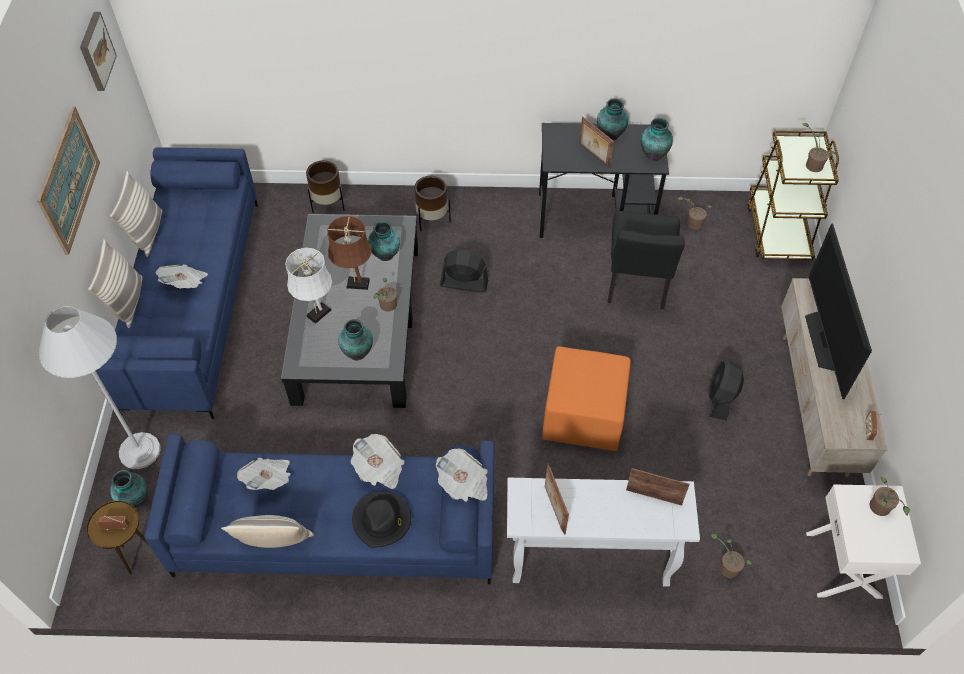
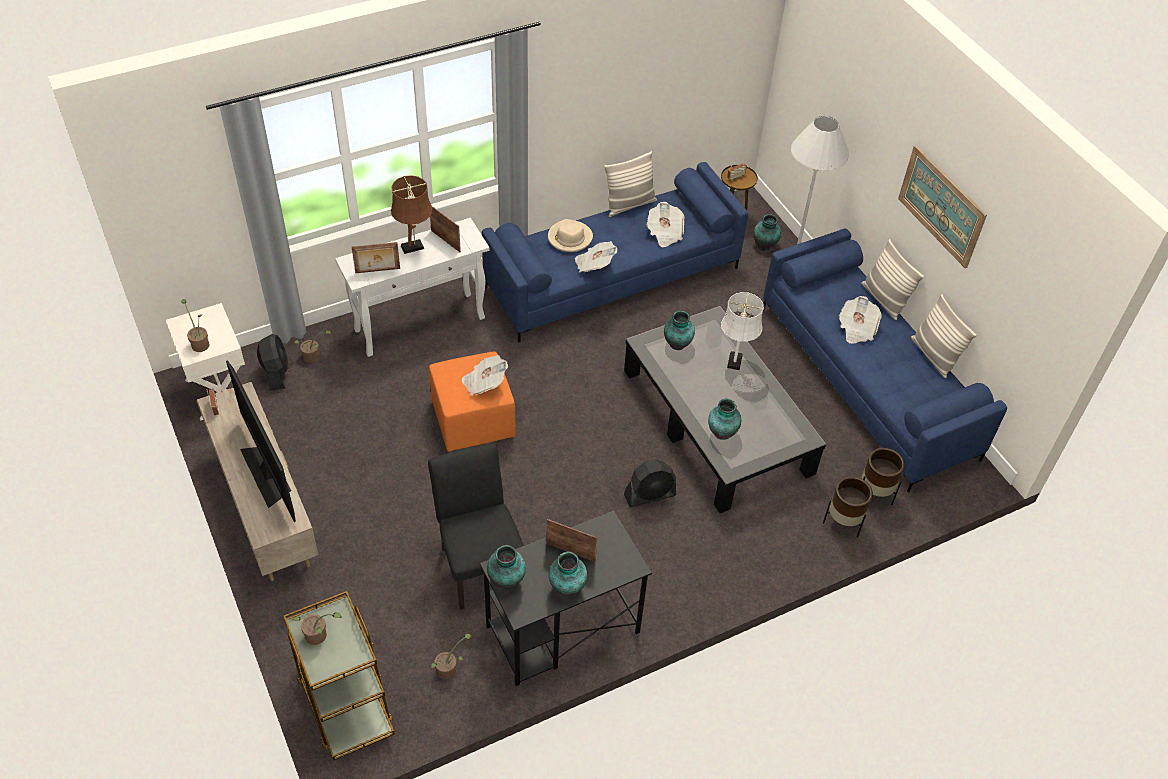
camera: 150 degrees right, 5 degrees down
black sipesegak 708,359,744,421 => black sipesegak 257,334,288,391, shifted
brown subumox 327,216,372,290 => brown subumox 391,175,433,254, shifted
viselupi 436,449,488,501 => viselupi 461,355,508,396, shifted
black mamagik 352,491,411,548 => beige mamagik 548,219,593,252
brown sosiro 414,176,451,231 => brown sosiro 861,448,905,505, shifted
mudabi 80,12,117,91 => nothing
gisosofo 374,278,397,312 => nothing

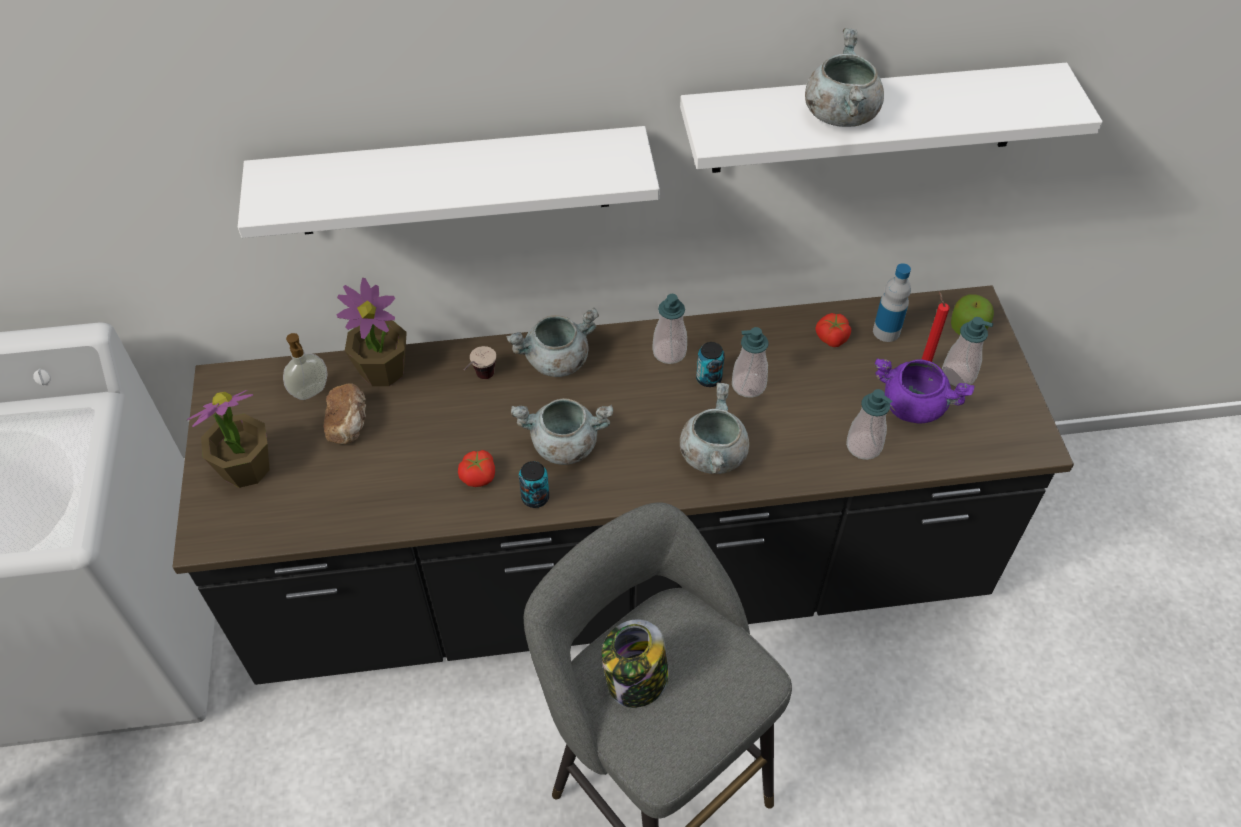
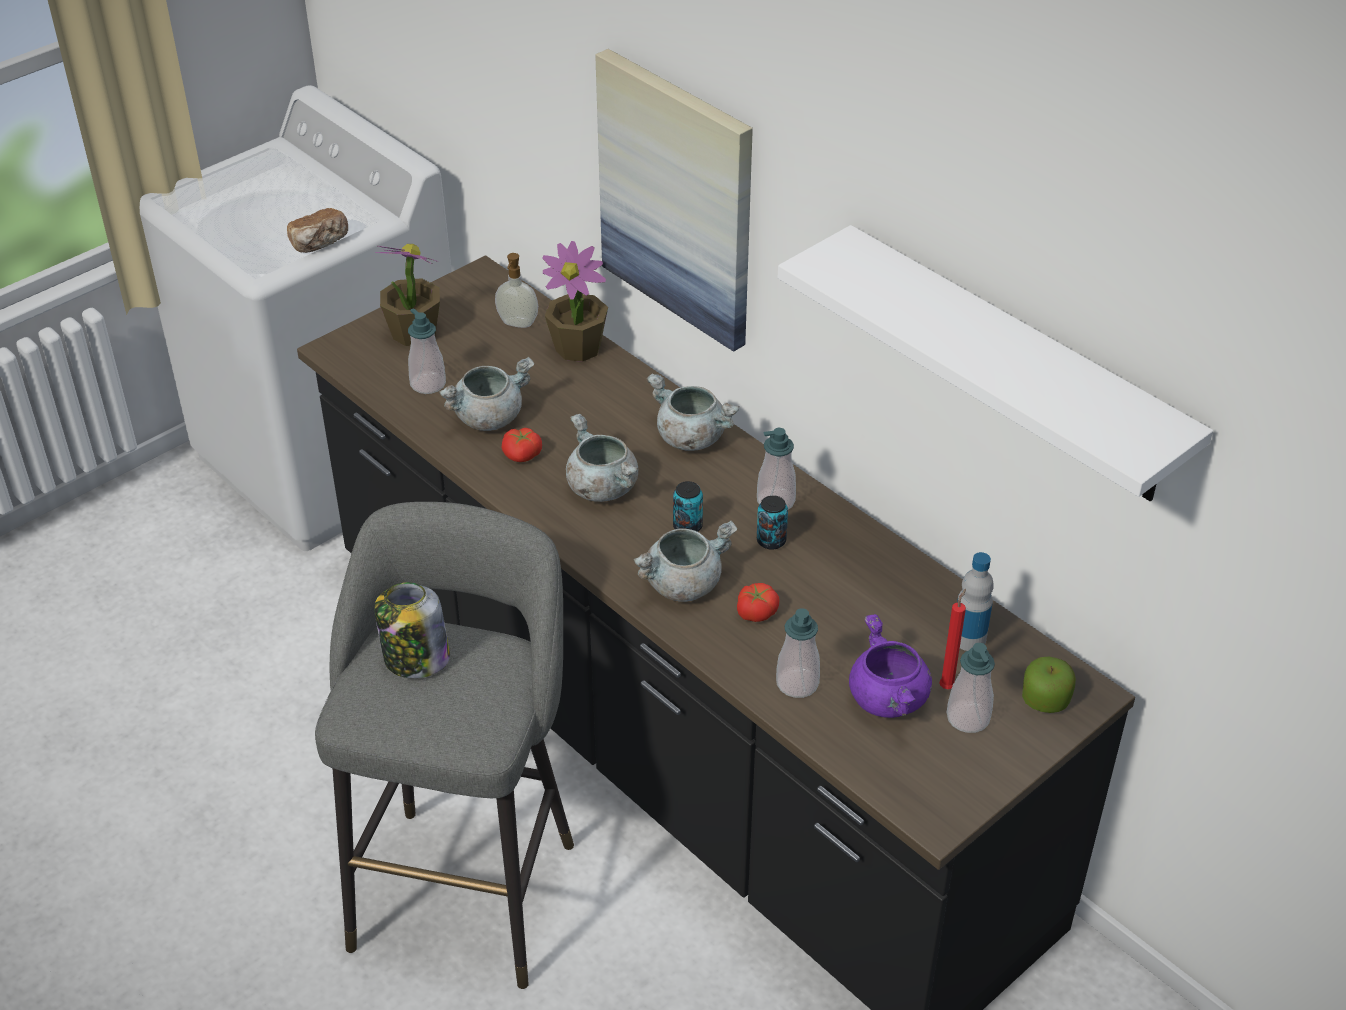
camera: 55 degrees right, 10 degrees down
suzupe 324,383,366,444 => suzupe 287,208,348,253, shifted
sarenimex 732,327,768,398 => sarenimex 408,308,446,394, shifted
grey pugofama 805,28,884,127 => grey pugofama 439,356,534,431, shifted
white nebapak 238,126,660,238 => mudabi 595,49,753,352
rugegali 519,461,549,508 => rugegali 673,481,703,532, shifted
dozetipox 816,313,851,347 => dozetipox 737,583,780,622, shifted
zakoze 464,346,496,379 => nothing

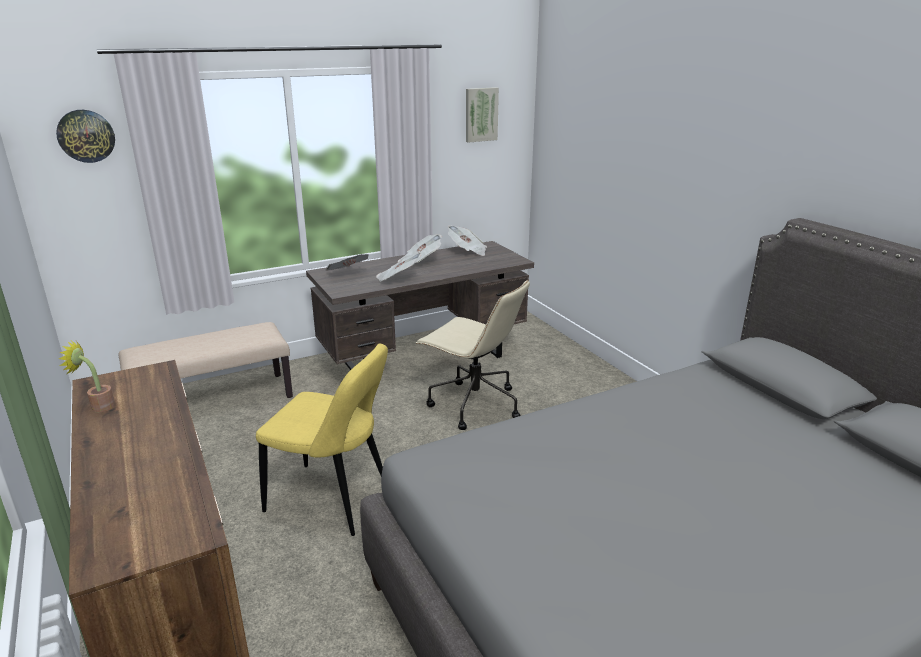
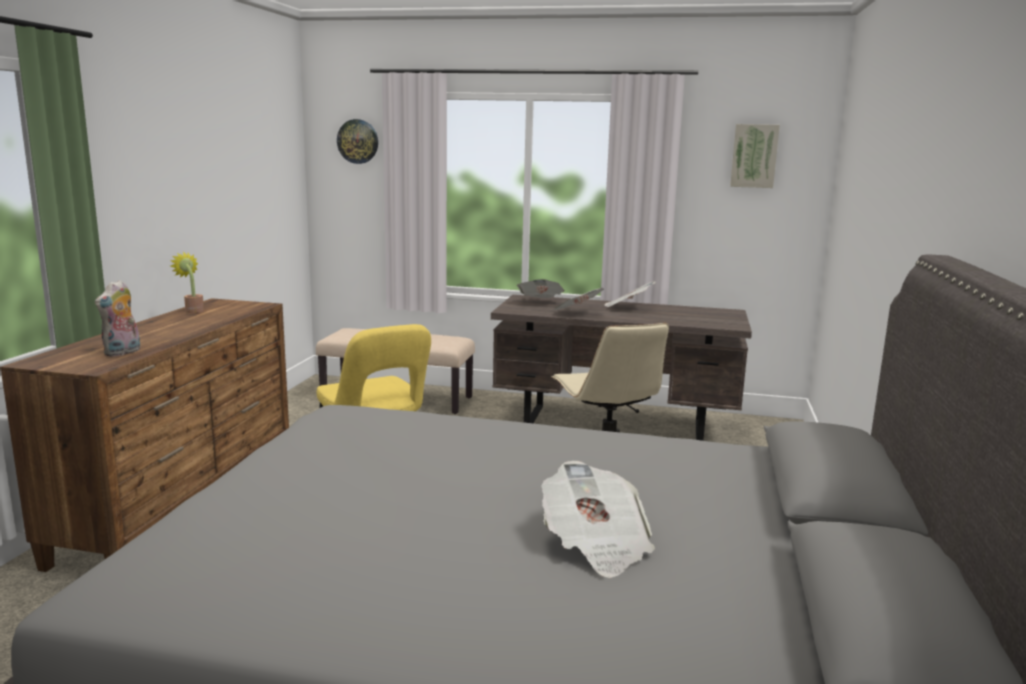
camera: 40 degrees right, 10 degrees down
nothing => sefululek 95,280,140,357
viselupi 448,225,487,256 => viselupi 541,461,655,578, shifted

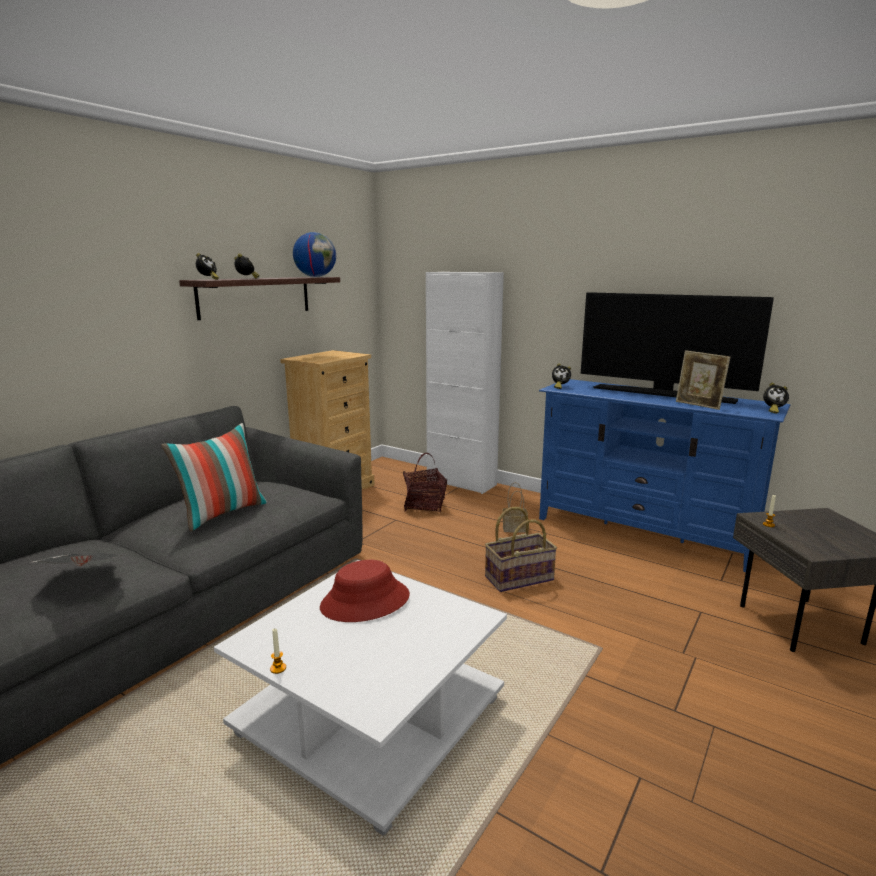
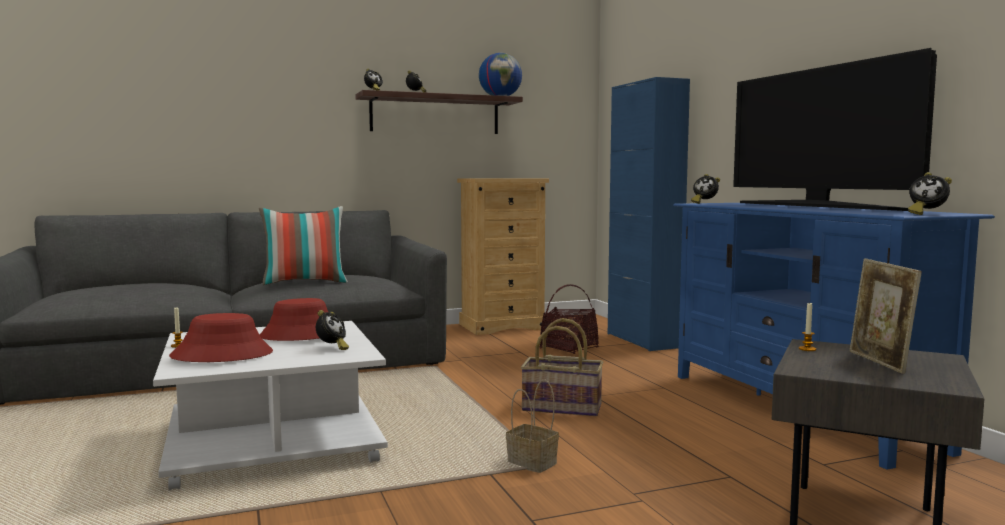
camera: 35 degrees right, 10 degrees down
nothing => red mamagik 169,313,273,362
nothing => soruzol 316,310,349,350
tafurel 502,482,528,533 => tafurel 506,380,559,473, shifted
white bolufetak 426,272,504,494 => blue bolufetak 608,77,690,351
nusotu 676,350,730,410 => nusotu 849,259,922,374, shifted
viselupi 33,553,123,566 => nothing

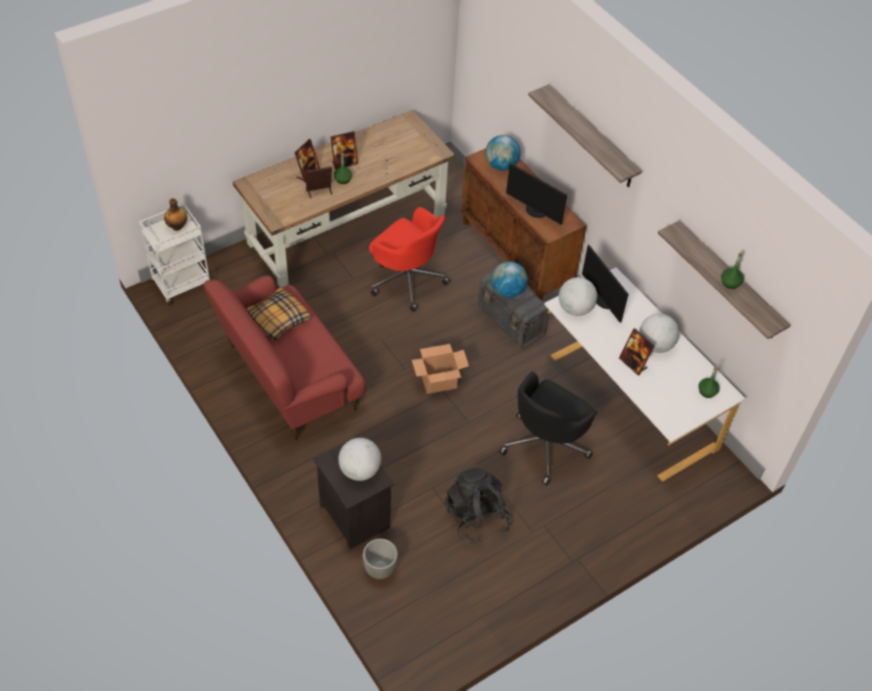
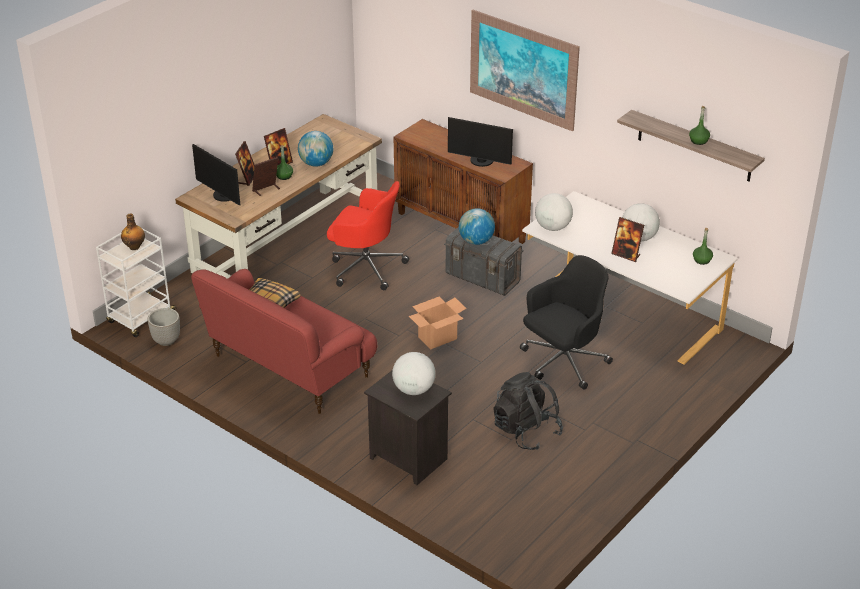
camera: 15 degrees left, 15 degrees down
sosiro 363,539,398,579 => sosiro 148,308,180,346, shifted
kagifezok 582,244,629,322 => kagifezok 192,144,240,205, shifted
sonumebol 485,135,521,171 => sonumebol 298,131,333,167, shifted
nebapak 528,84,642,187 => mudabi 470,10,580,131
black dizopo 499,372,598,486 => black dizopo 520,255,613,390, 150 degrees counterclockwise

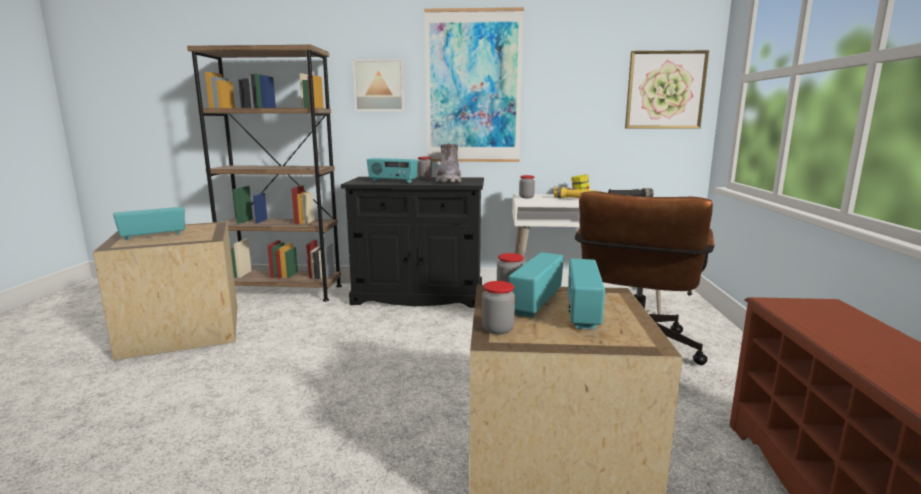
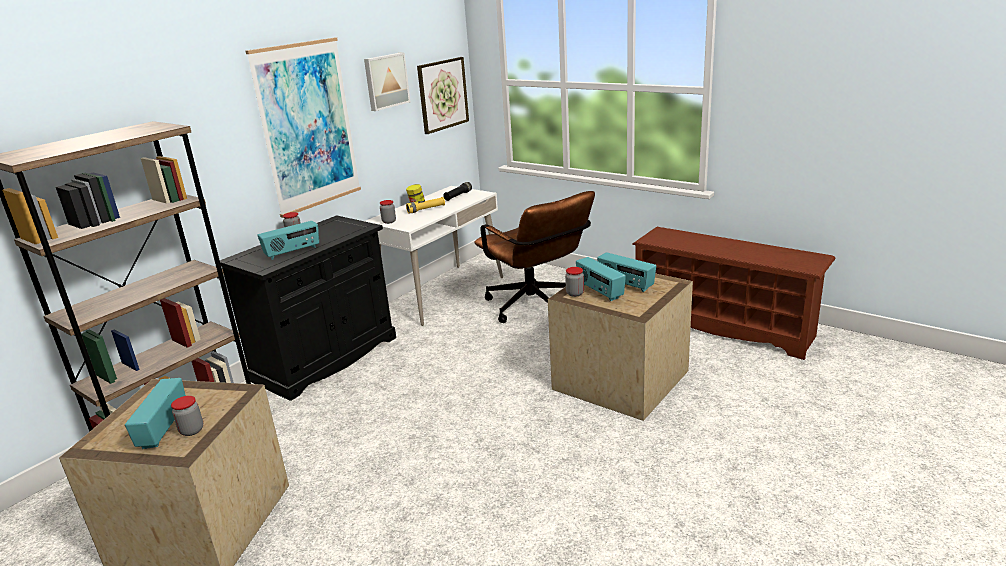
camera: 55 degrees left, 10 degrees up
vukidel 482,281,515,334 => vukidel 171,396,203,436, shifted
mudabi 353,59,405,111 => mudabi 364,53,410,111, shifted
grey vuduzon 436,143,461,182 => nothing

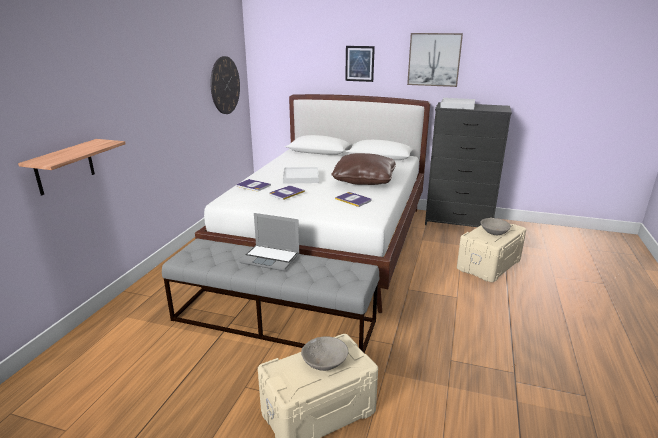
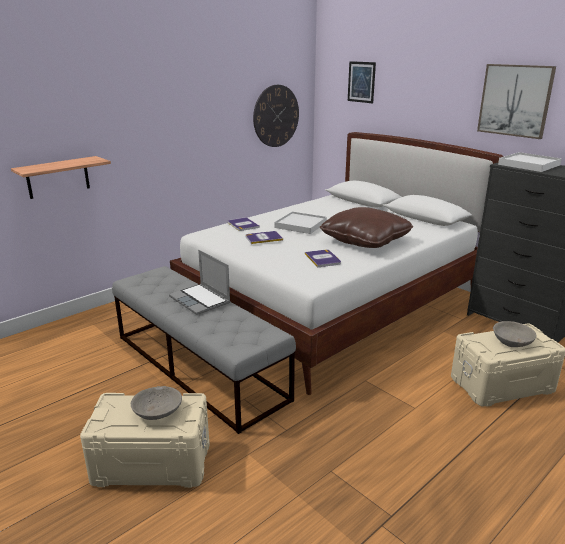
camera: 30 degrees right, 0 degrees up
mudabi 345,46,375,82 => mudabi 348,61,376,103, shifted

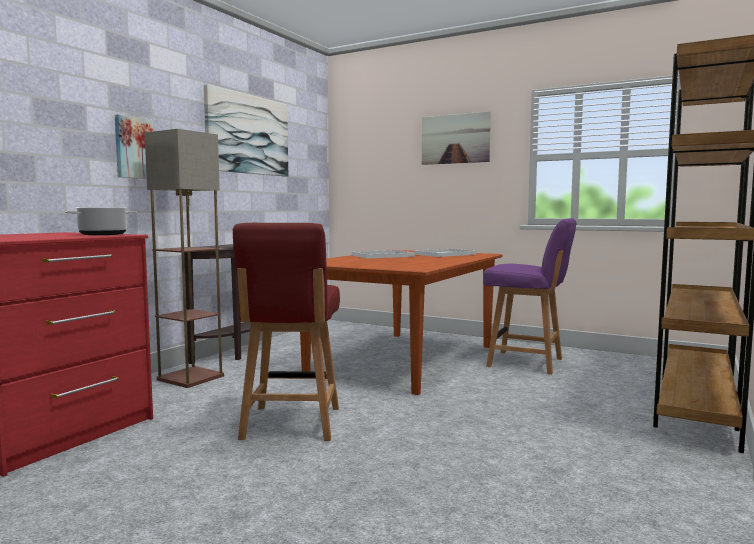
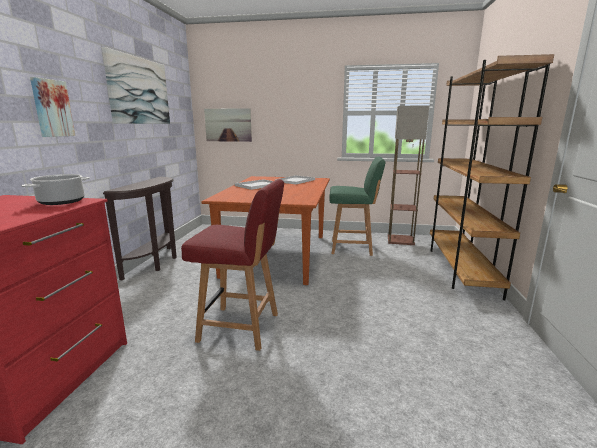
camera: 20 degrees left, 10 degrees up
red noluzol 233,223,340,441 => red noluzol 181,179,284,351, 60 degrees counterclockwise
mudabi 422,111,491,165 => mudabi 204,108,252,142, shifted
purple noluzol 483,218,577,375 => green noluzol 329,156,385,256
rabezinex 145,129,224,388 => rabezinex 388,105,429,245, shifted

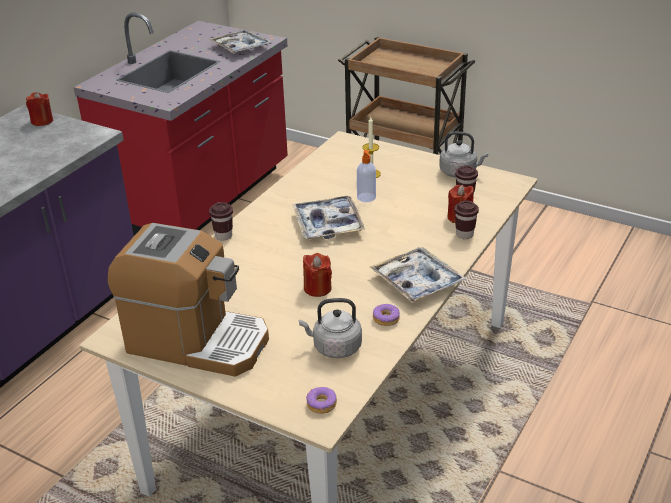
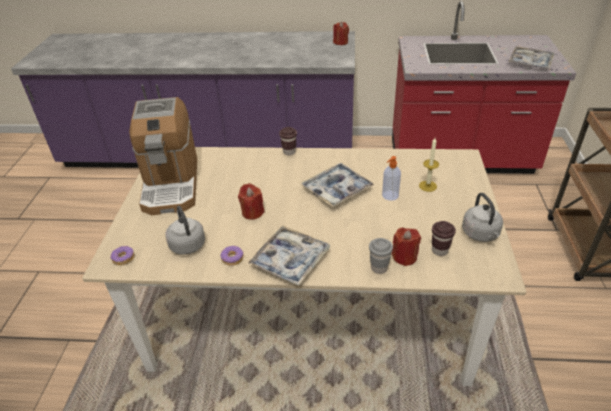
camera: 65 degrees right, 5 degrees up
brown zakoze 454,200,479,239 => grey zakoze 369,238,393,274

